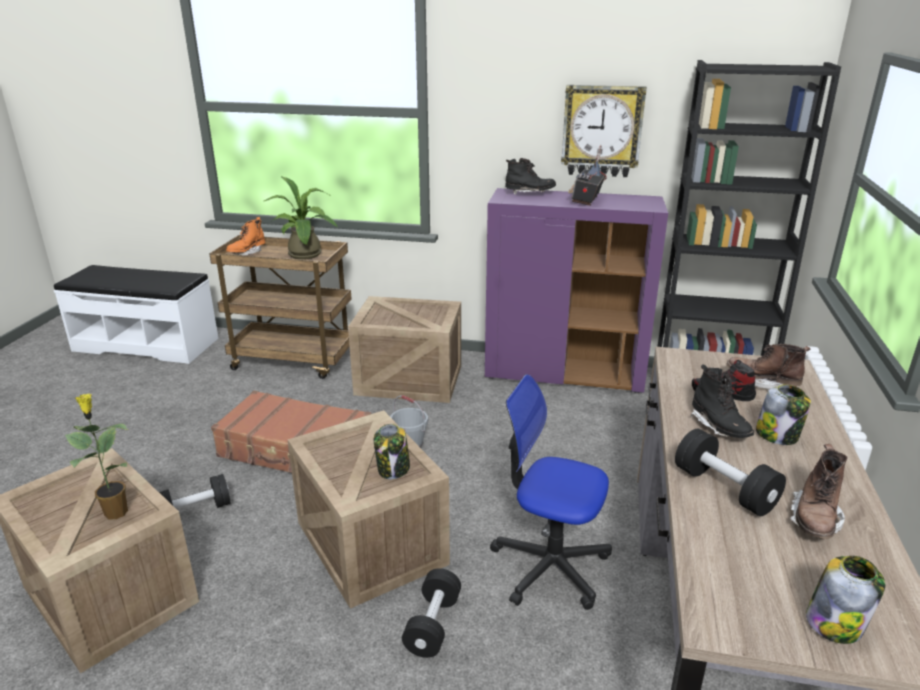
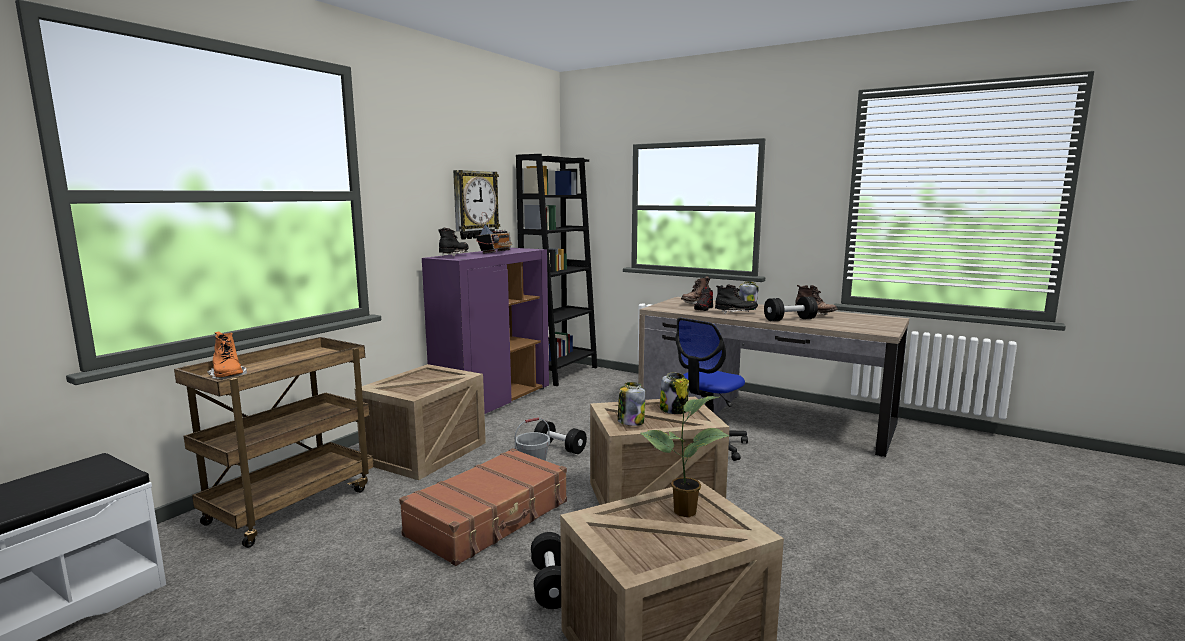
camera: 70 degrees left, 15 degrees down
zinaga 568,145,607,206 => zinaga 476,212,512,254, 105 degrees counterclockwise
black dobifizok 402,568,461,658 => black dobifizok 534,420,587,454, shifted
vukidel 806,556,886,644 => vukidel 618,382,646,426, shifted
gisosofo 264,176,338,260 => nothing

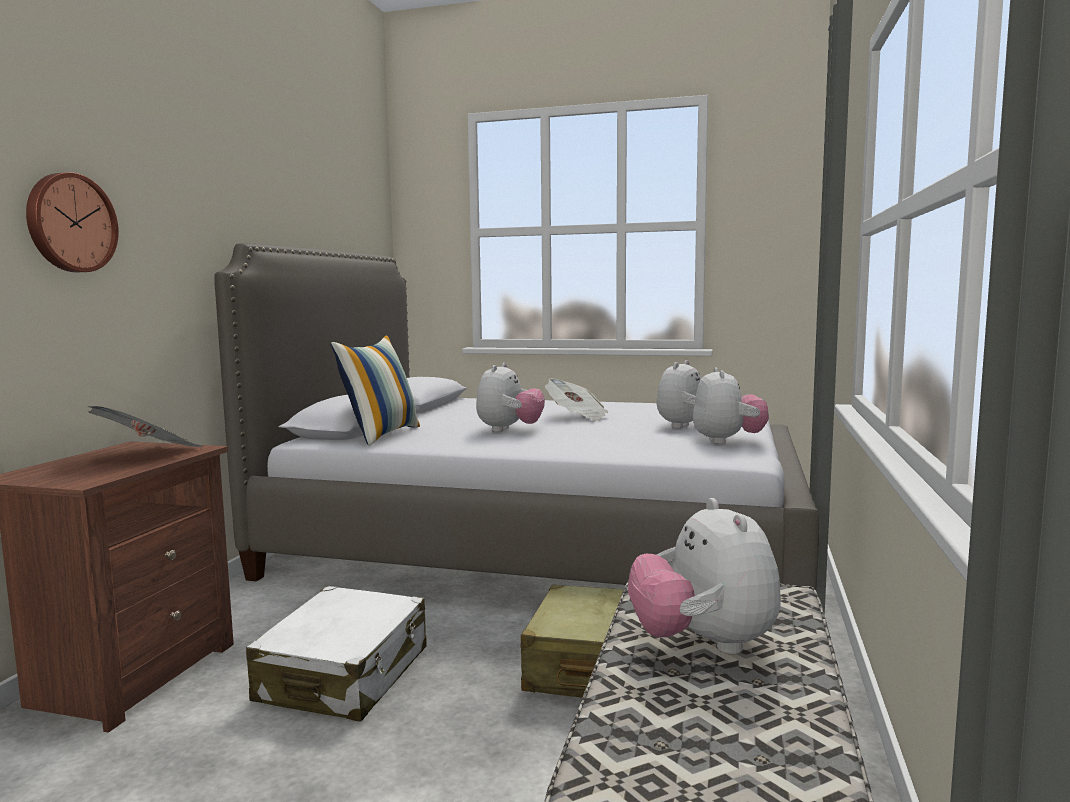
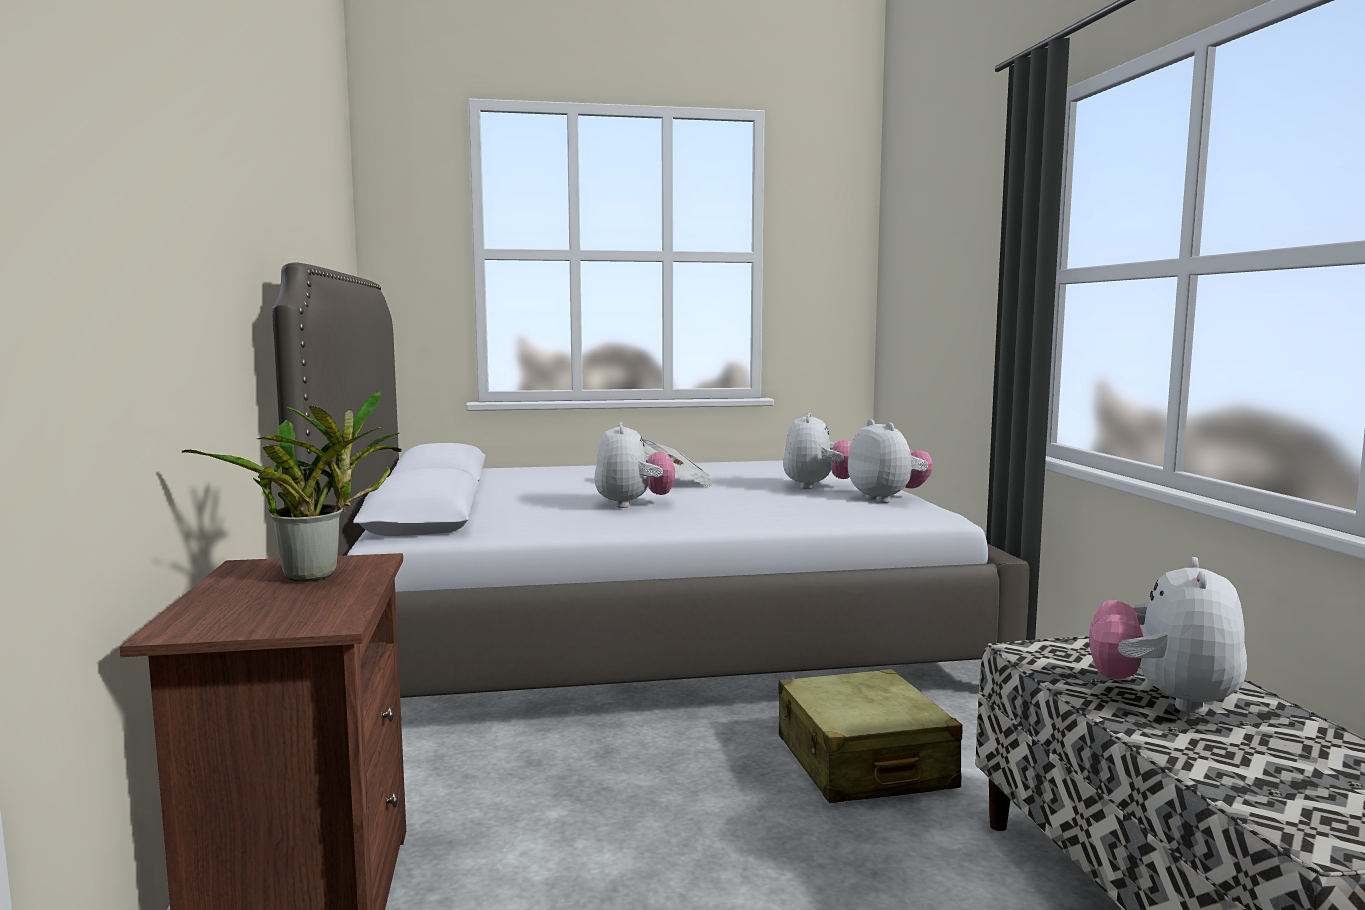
camera: 25 degrees left, 0 degrees up
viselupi 88,406,203,447 => gisosofo 182,391,402,582
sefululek 628,498,781,655 => sefululek 1089,557,1247,714, 60 degrees clockwise
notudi 26,172,119,272 => nothing
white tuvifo 246,586,426,721 => nothing
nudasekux 331,335,420,446 => nothing

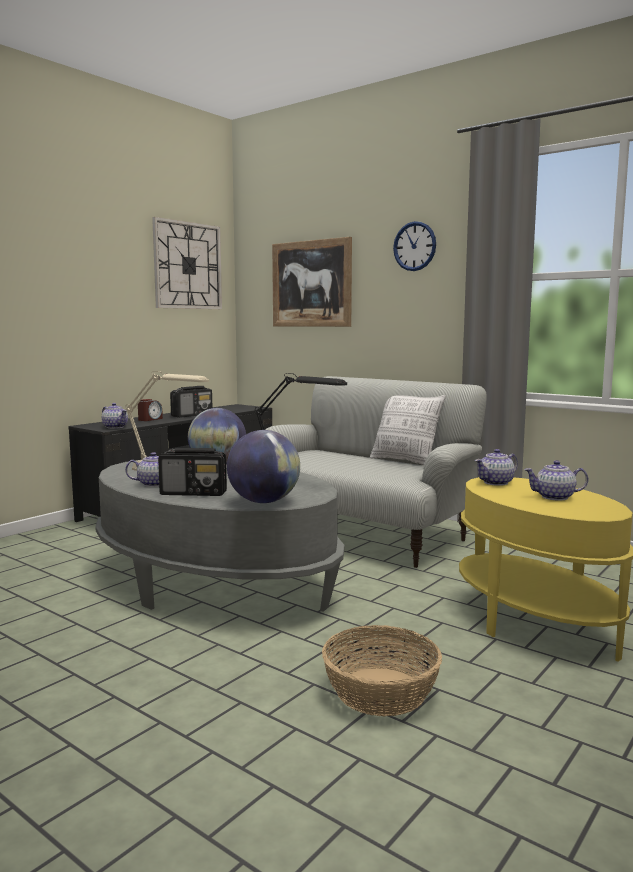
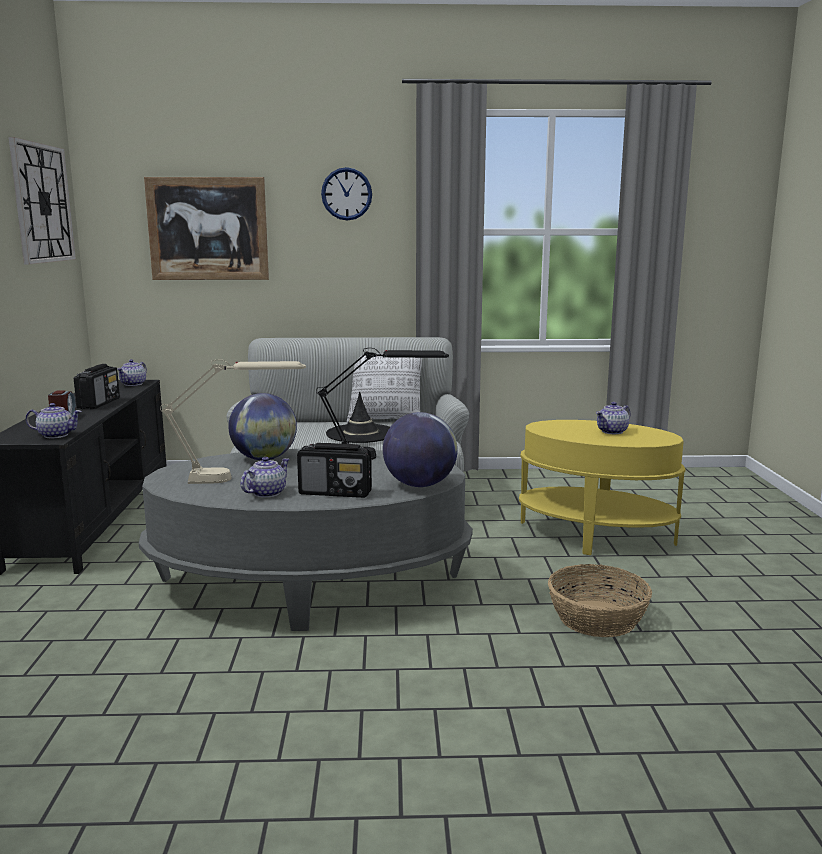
camera: 40 degrees left, 5 degrees up
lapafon 475,449,518,486 => lapafon 117,359,147,386, shifted
zinaga 158,448,227,496 => zinaga 297,443,372,498, 45 degrees clockwise
nothing => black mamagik 326,392,390,443

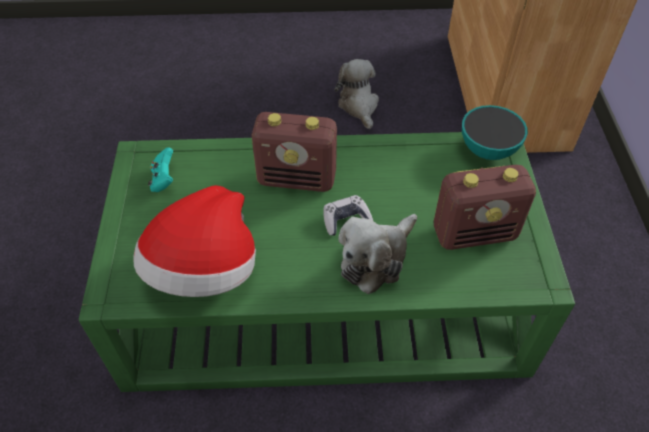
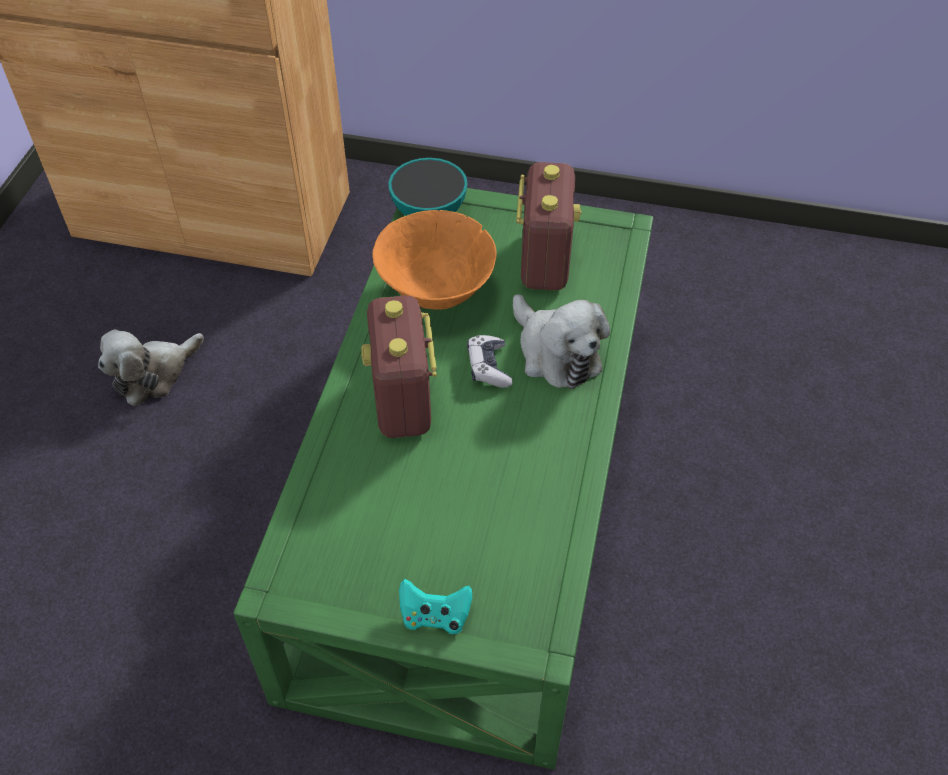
camera: 75 degrees left, 0 degrees up
sefululek 335,59,379,129 => sefululek 98,329,204,406, 45 degrees counterclockwise
zinaga 252,112,337,192 => zinaga 361,295,437,438, 150 degrees clockwise
nothing => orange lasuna 372,210,497,310
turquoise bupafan 148,147,173,192 => turquoise bupafan 399,579,472,634, shifted
mamagik 134,185,256,297 => nothing

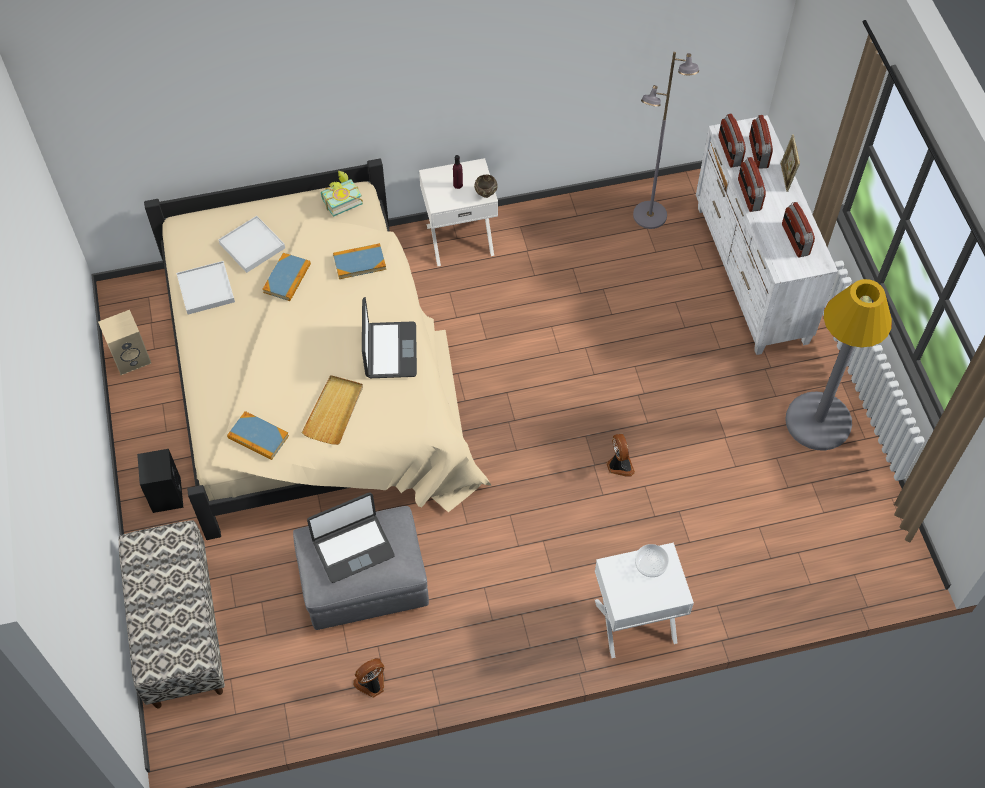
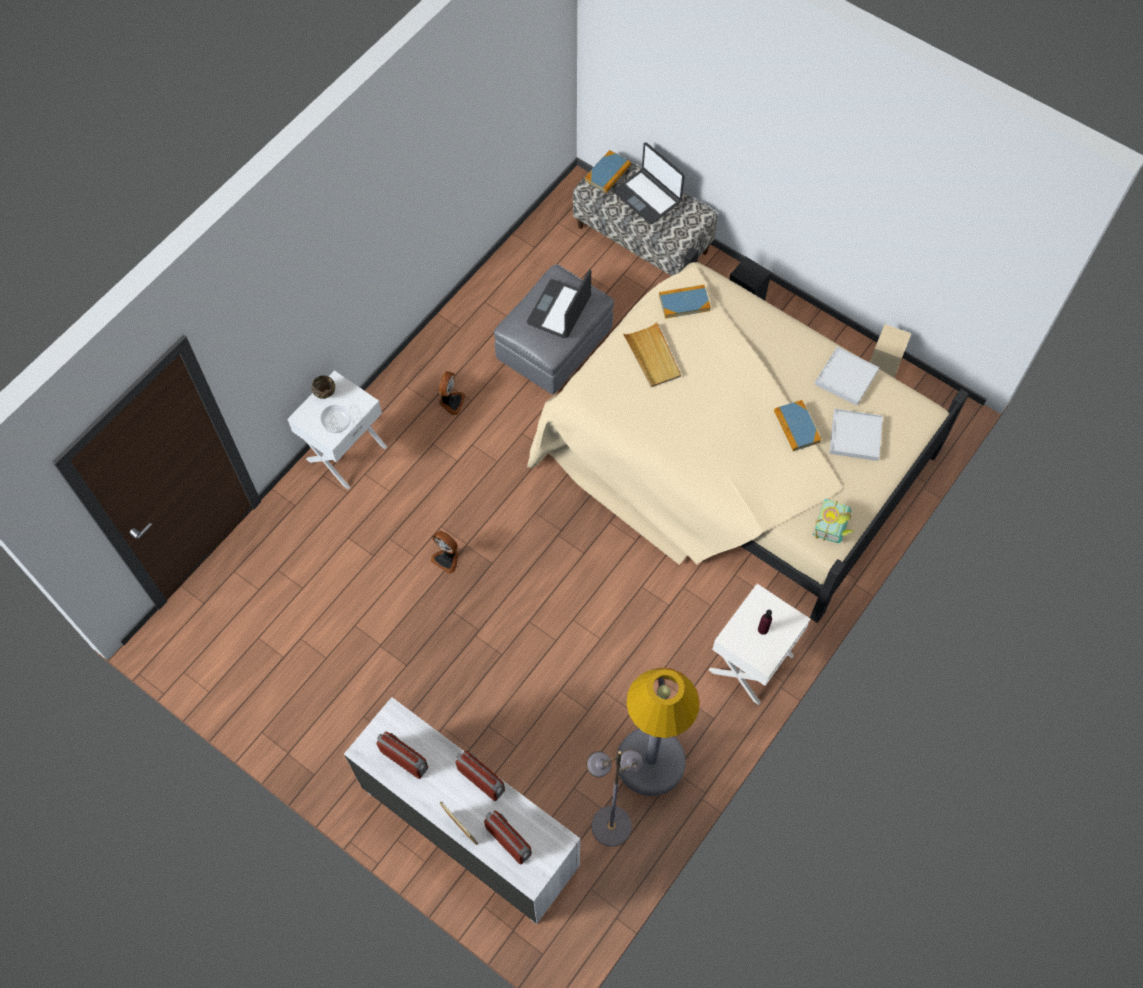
camera: 140 degrees right, 5 degrees up
brown lasuna 474,175,498,198 => brown lasuna 311,375,335,399, shifted
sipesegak 353,658,384,698 => sipesegak 439,371,466,415, shifted
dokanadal 333,243,386,279 => dokanadal 585,150,631,193, shifted
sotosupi 362,297,417,378 => sotosupi 613,142,685,224, shifted
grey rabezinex 785,279,892,450 => grey rabezinex 616,668,700,796, shifted
zinaga 719,114,746,167 => nothing

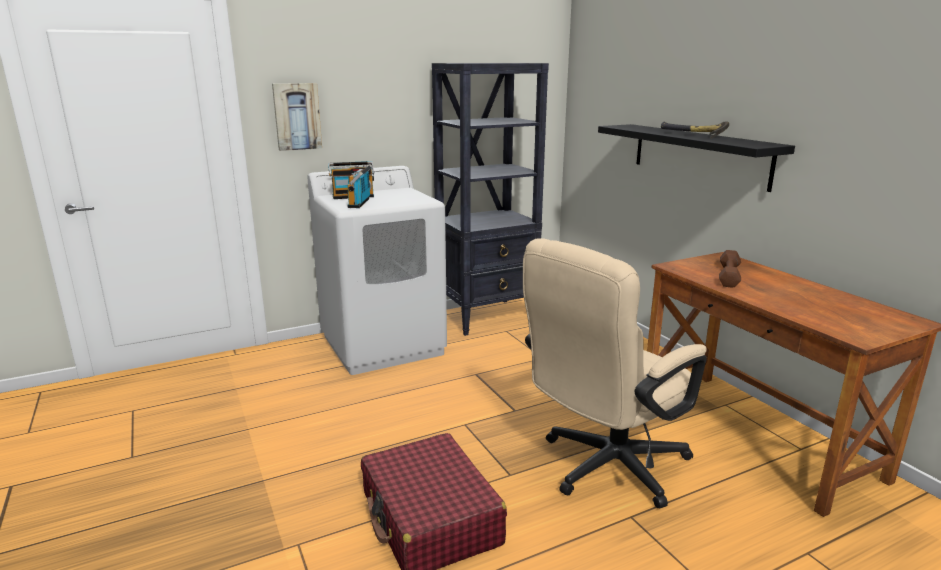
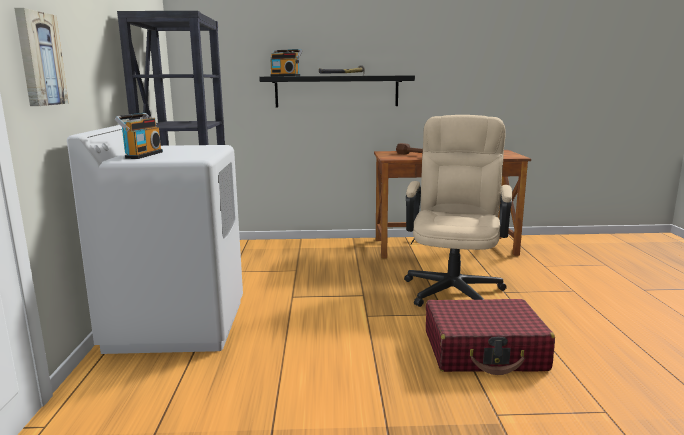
camera: 65 degrees left, 5 degrees down
zinaga 347,165,372,208 => zinaga 270,49,302,76, shifted
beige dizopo 523,238,707,509 => beige dizopo 404,115,512,307, 150 degrees counterclockwise

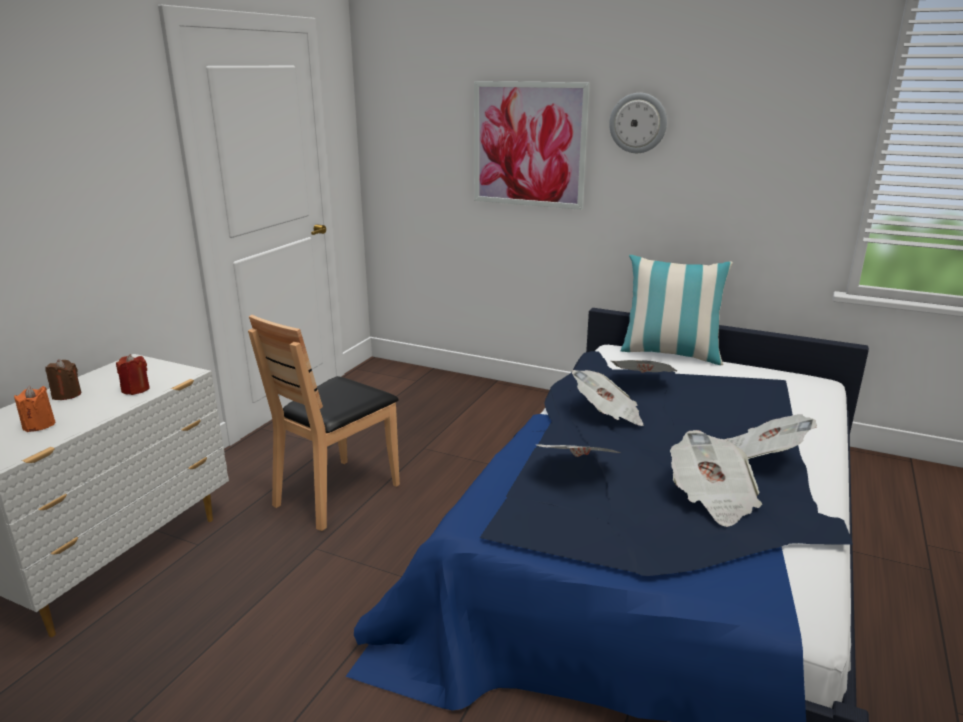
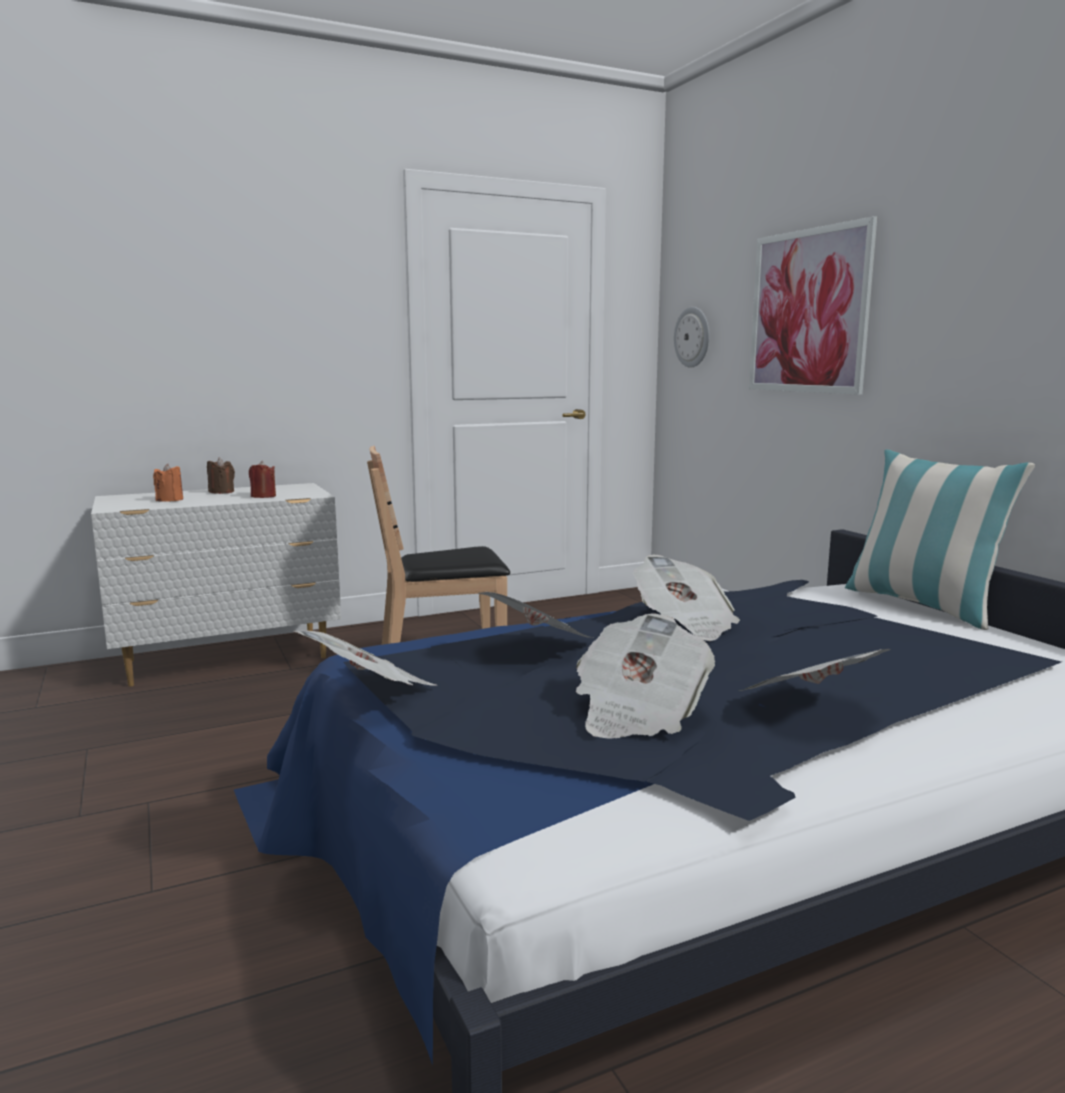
camera: 40 degrees right, 10 degrees down
viselupi 611,360,677,373 => viselupi 294,630,437,686, shifted
notudi 609,93,667,153 => notudi 674,307,710,368, shifted

